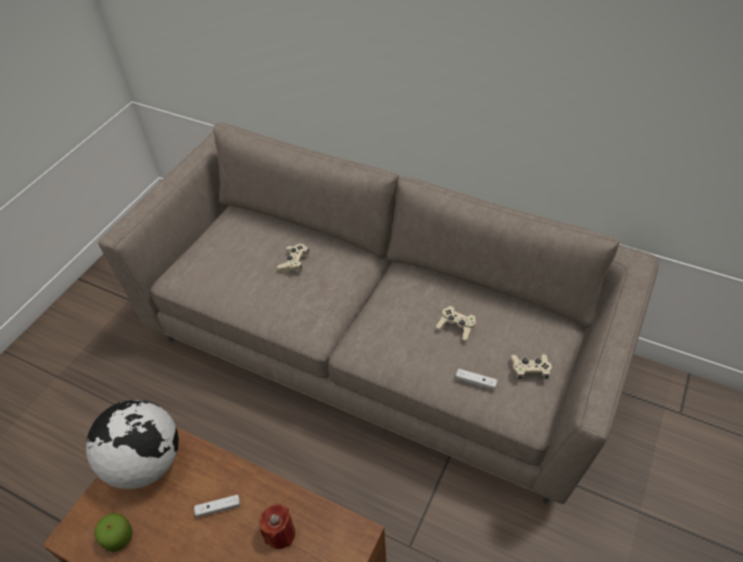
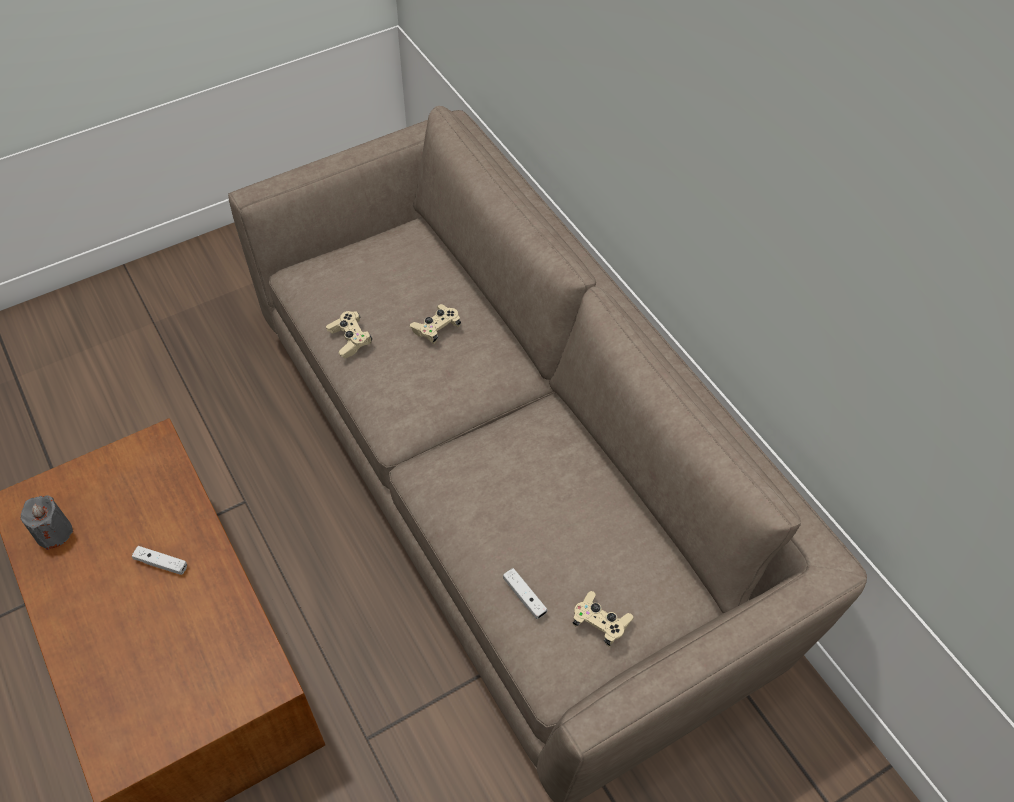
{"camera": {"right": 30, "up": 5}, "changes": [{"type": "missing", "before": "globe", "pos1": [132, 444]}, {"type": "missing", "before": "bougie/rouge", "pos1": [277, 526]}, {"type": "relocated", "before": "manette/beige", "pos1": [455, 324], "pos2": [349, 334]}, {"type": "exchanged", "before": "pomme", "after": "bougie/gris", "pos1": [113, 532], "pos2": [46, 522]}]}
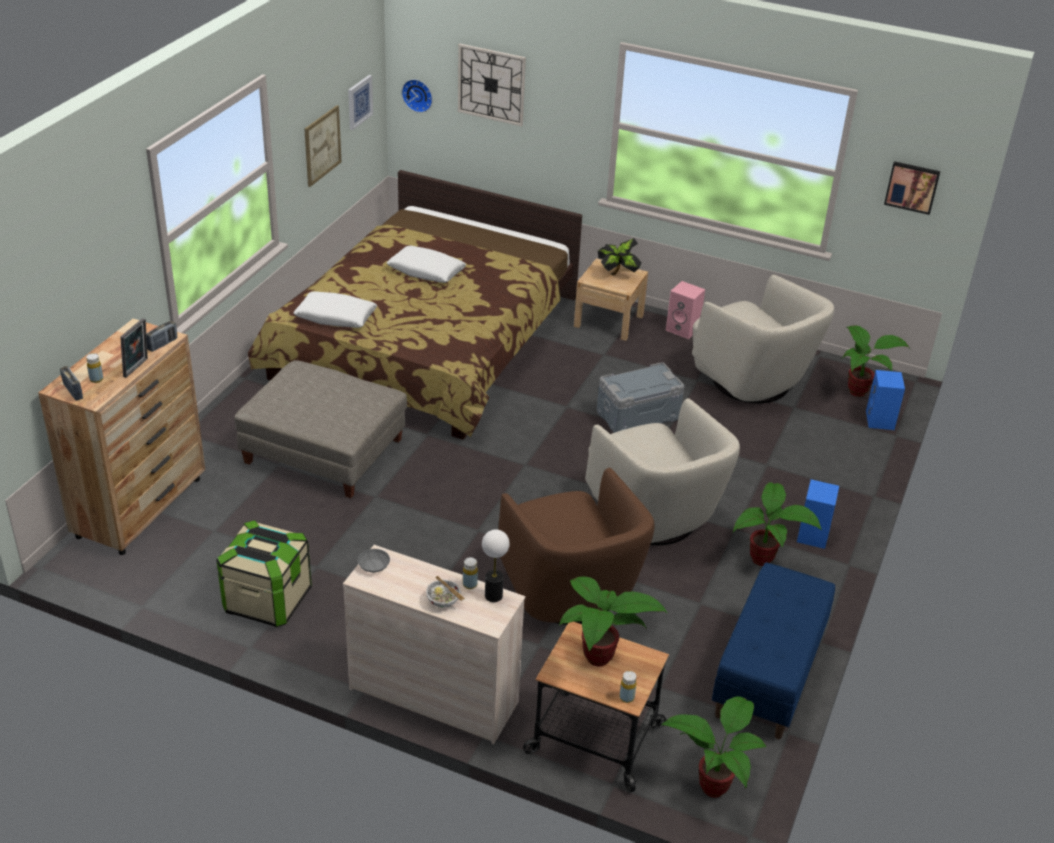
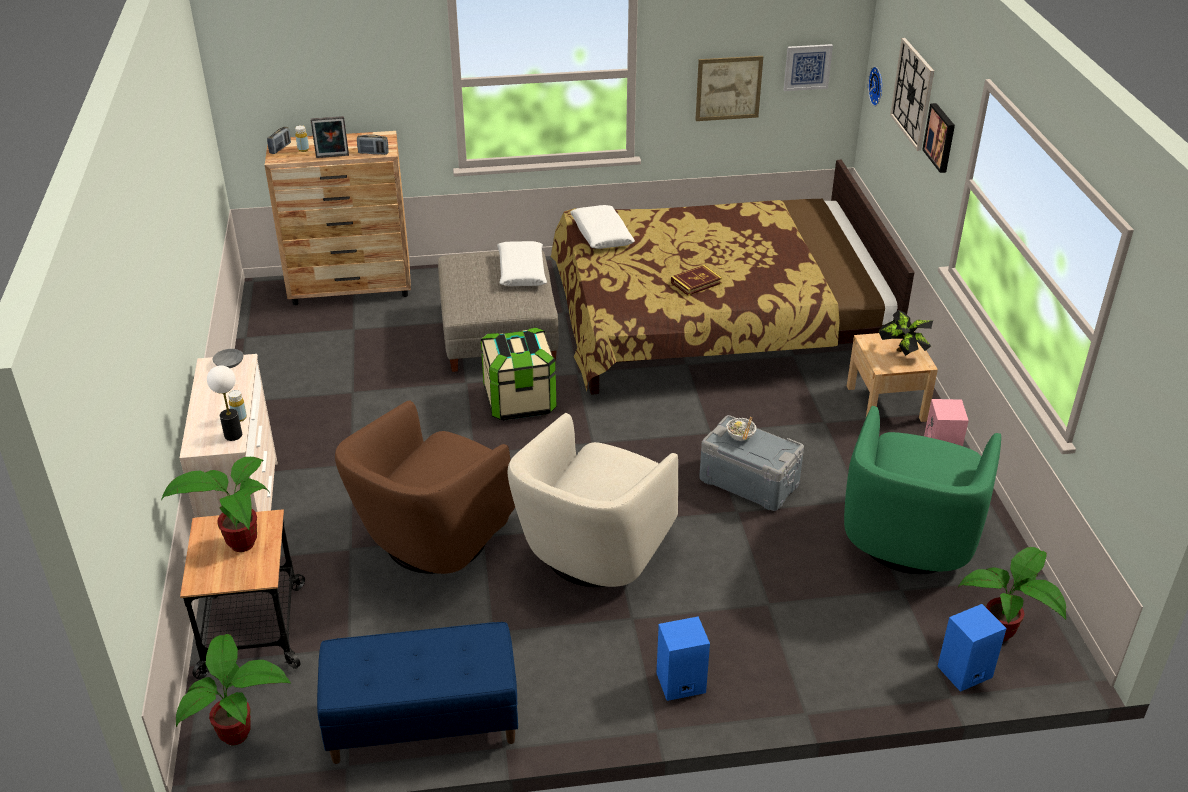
{"camera": {"right": 60, "up": 0}, "changes": [{"type": "missing", "before": "bouteille/jaune", "pos1": [628, 687]}, {"type": "missing", "before": "plante en pot", "pos1": [777, 524]}, {"type": "appeared", "after": "livre", "pos2": [696, 280]}, {"type": "relocated", "before": "boîte de rangement", "pos1": [264, 573], "pos2": [518, 373]}, {"type": "relocated", "before": "coussin/blanc", "pos1": [426, 264], "pos2": [522, 263]}, {"type": "relocated", "before": "bol", "pos1": [445, 592], "pos2": [741, 429]}, {"type": "relocated", "before": "tableau", "pos1": [912, 188], "pos2": [938, 138]}, {"type": "colour", "before": "fauteuil/beige", "after": "fauteuil/vert", "pos1": [763, 339], "pos2": [922, 490]}]}
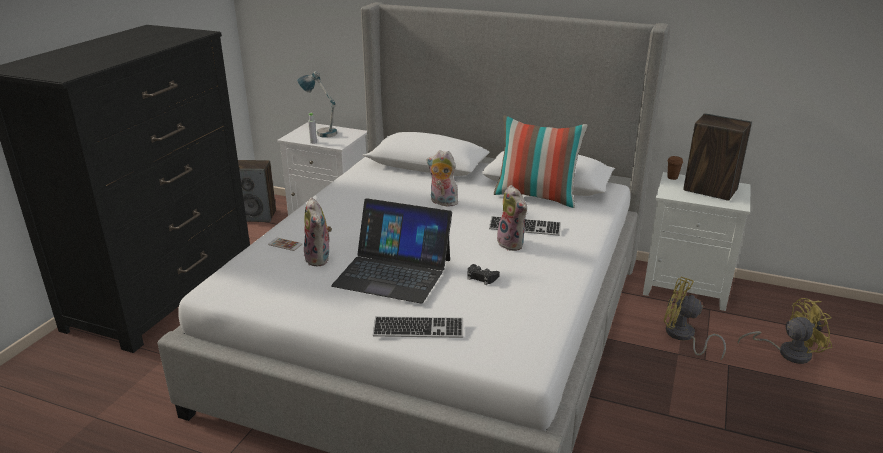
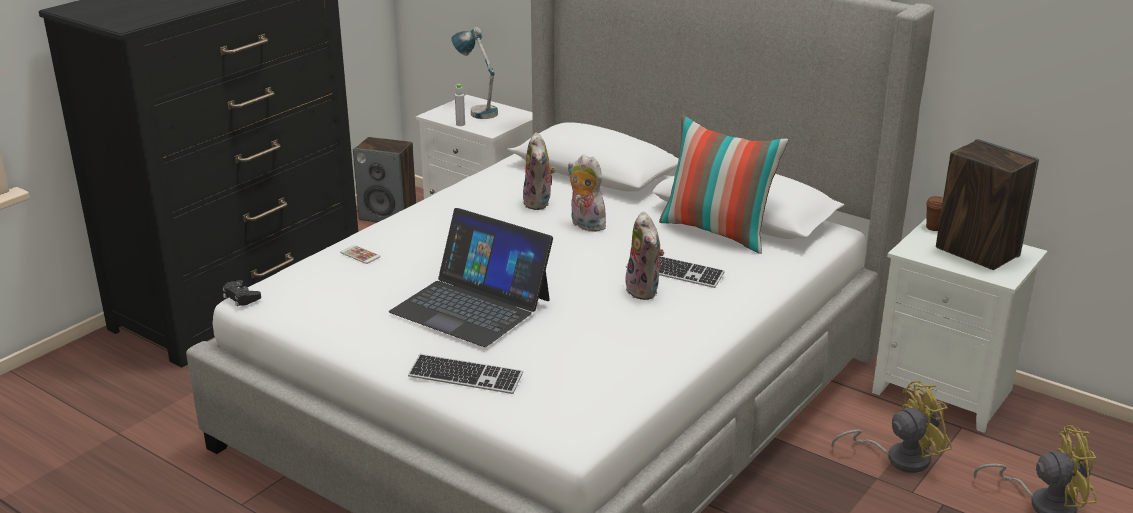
{"camera": {"right": 15, "up": 0}, "changes": [{"type": "relocated", "before": "peluche", "pos1": [318, 232], "pos2": [539, 171]}, {"type": "relocated", "before": "manette/noir", "pos1": [483, 274], "pos2": [242, 293]}, {"type": "spun", "before": "ventilateur/jaune", "pos1": [695, 319], "pos2": [891, 427], "turn": 120}]}
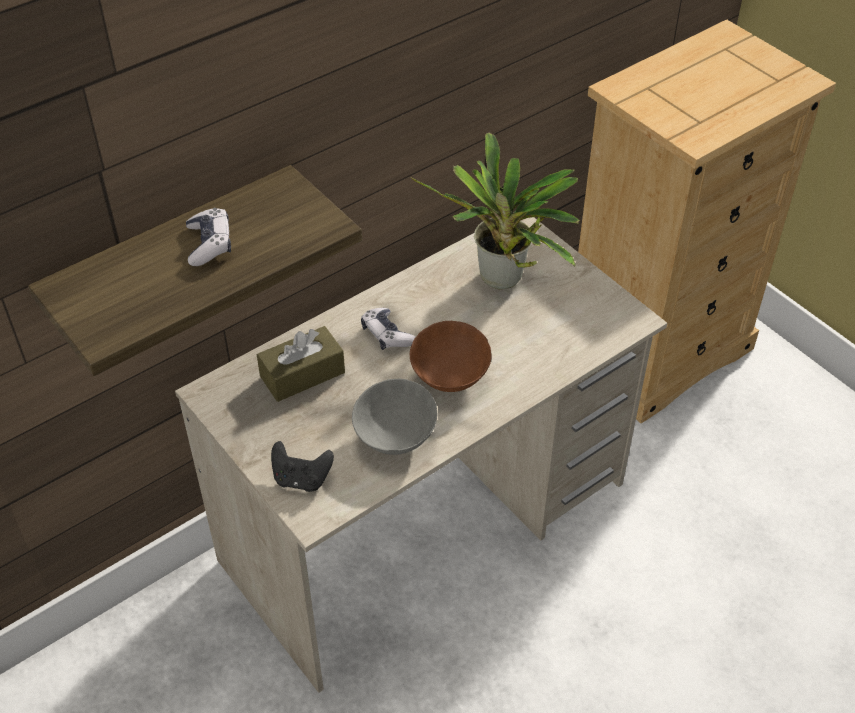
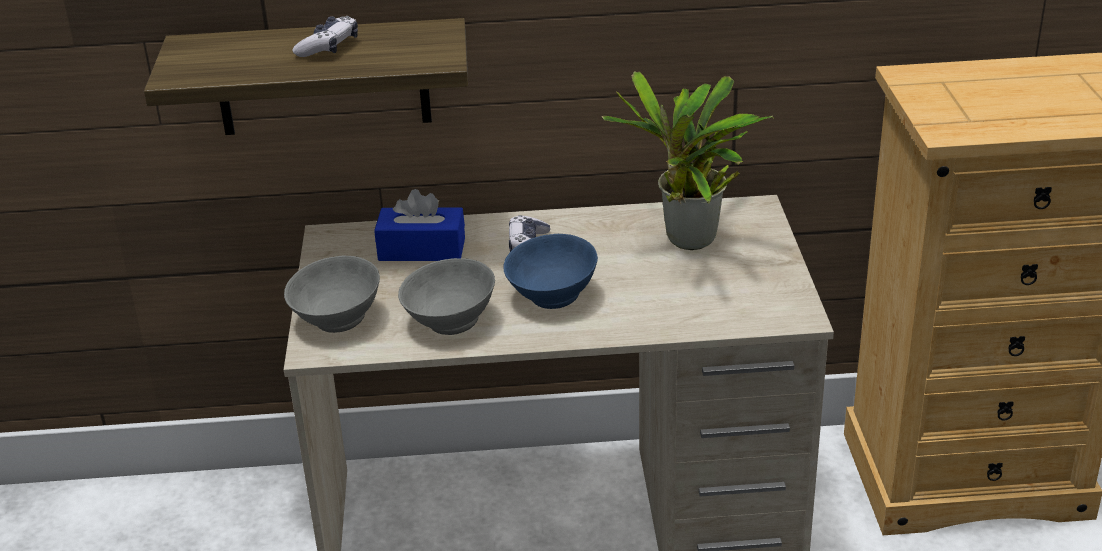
{"camera": {"right": 35, "up": -15}, "changes": [{"type": "exchanged", "before": "manette/noir", "after": "bol/gris", "pos1": [302, 466], "pos2": [332, 294]}, {"type": "colour", "before": "boîte à mouchoirs/marron", "after": "boîte à mouchoirs/bleu", "pos1": [301, 364], "pos2": [419, 225]}, {"type": "colour", "before": "bol/marron", "after": "bol/bleu", "pos1": [450, 356], "pos2": [551, 271]}]}
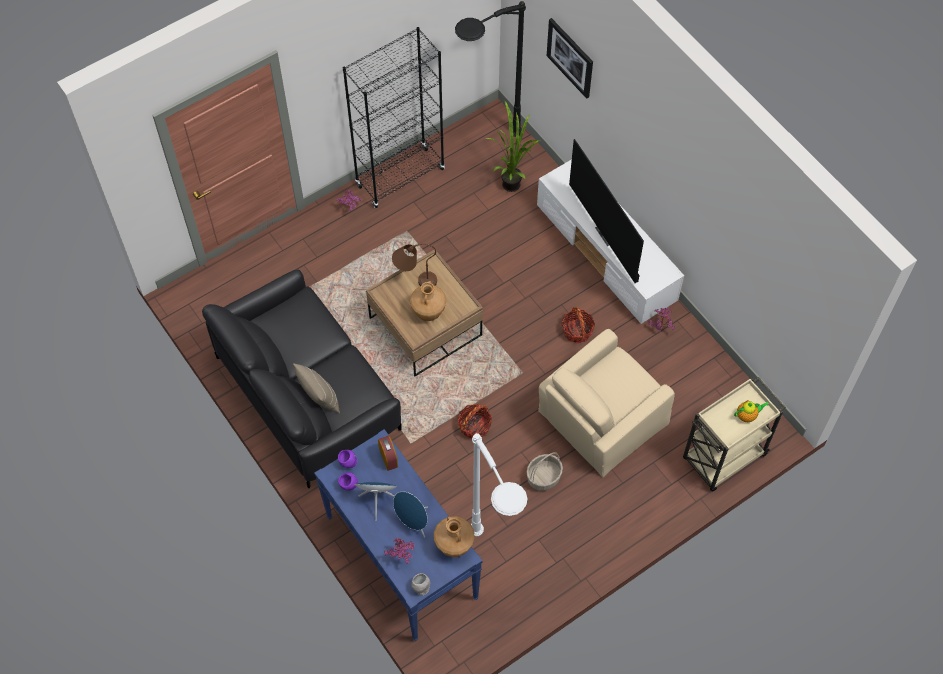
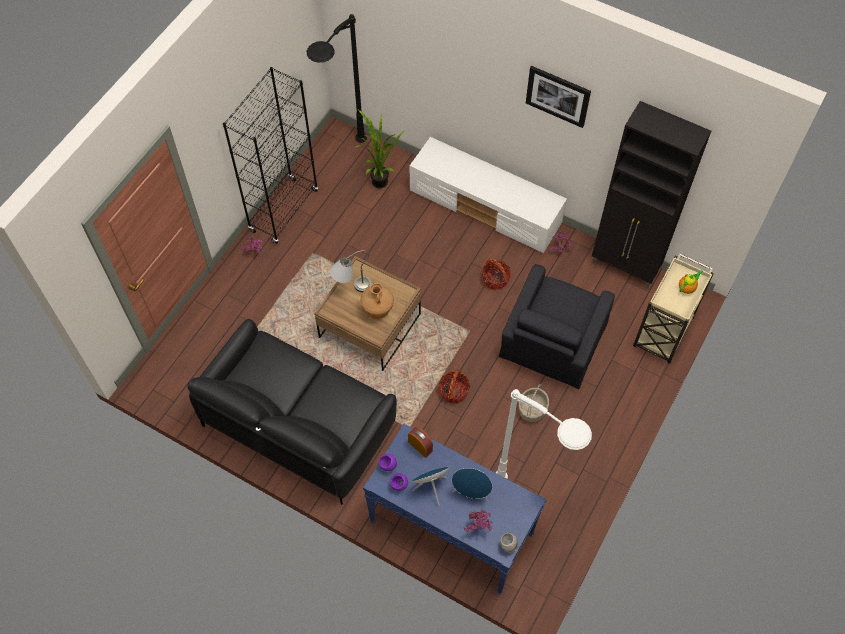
{"camera": {"right": -25, "up": 0}, "changes": [{"type": "missing", "before": "coussin/beige", "pos1": [316, 388]}, {"type": "missing", "before": "vase/marron", "pos1": [454, 536]}, {"type": "missing", "before": "téléviseur", "pos1": [606, 211]}, {"type": "appeared", "after": "meuble de rangement/noir", "pos2": [651, 195]}, {"type": "relocated", "before": "tableau", "pos1": [570, 58], "pos2": [558, 97]}, {"type": "colour", "before": "lampe de table/marron", "after": "lampe de table/gris", "pos1": [414, 265], "pos2": [351, 271]}, {"type": "colour", "before": "fauteuil/beige", "after": "fauteuil/noir", "pos1": [606, 403], "pos2": [557, 326]}]}
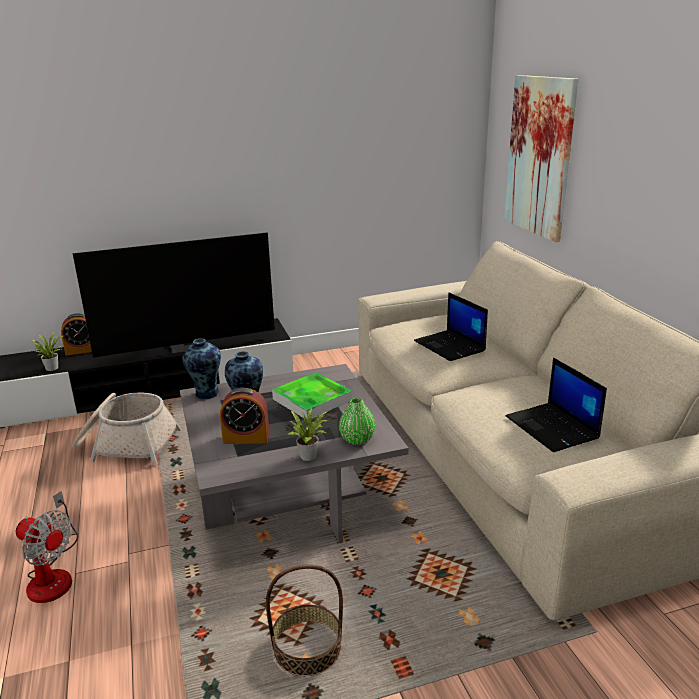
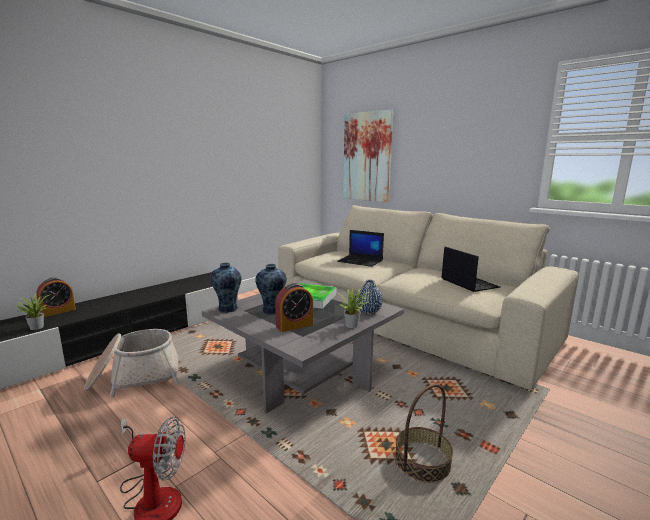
{"camera": {"right": -30, "up": -10}, "changes": [{"type": "missing", "before": "téléviseur", "pos1": [174, 295]}, {"type": "colour", "before": "vase/vert", "after": "vase/bleu", "pos1": [357, 421], "pos2": [370, 297]}, {"type": "spun", "before": "ordinateur portable", "pos1": [556, 404], "pos2": [470, 269], "turn": -150}]}
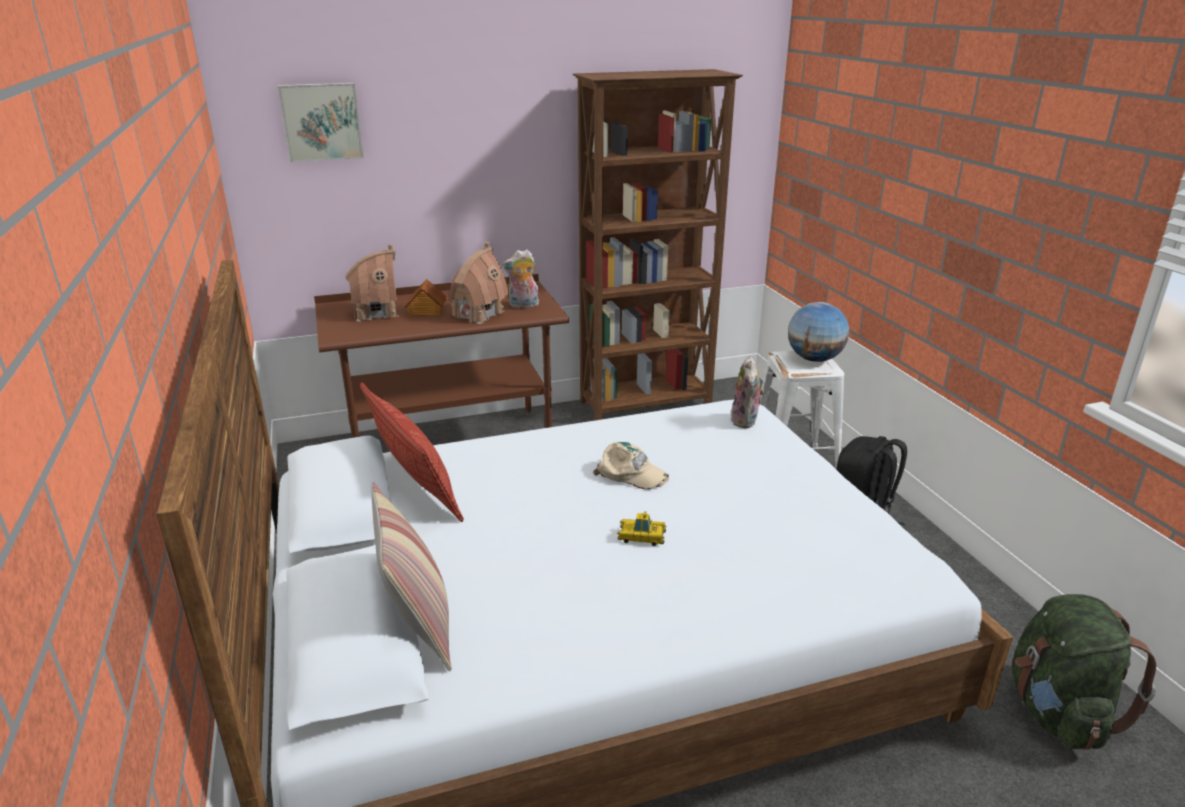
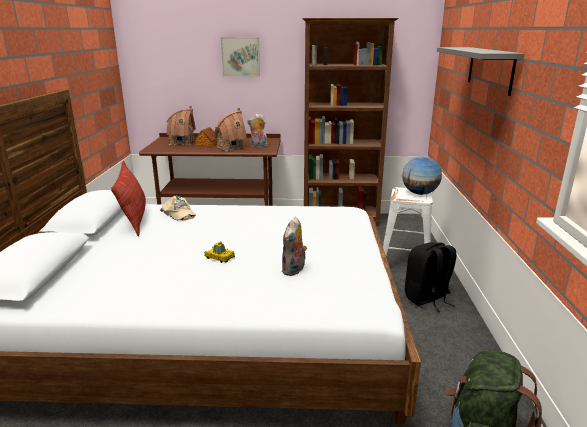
{"camera": {"right": 20, "up": -5}, "changes": [{"type": "missing", "before": "coussin", "pos1": [411, 576]}, {"type": "appeared", "after": "étagère/gris", "pos2": [480, 71]}, {"type": "relocated", "before": "tableau", "pos1": [321, 122], "pos2": [240, 57]}, {"type": "relocated", "before": "casquette/beige", "pos1": [631, 465], "pos2": [178, 208]}, {"type": "relocated", "before": "peluche", "pos1": [747, 392], "pos2": [294, 246]}]}
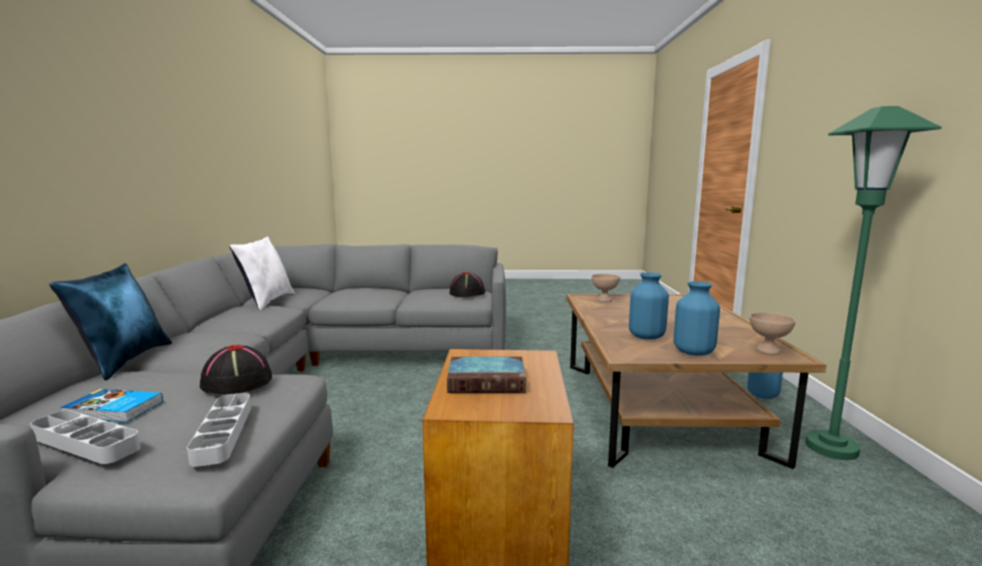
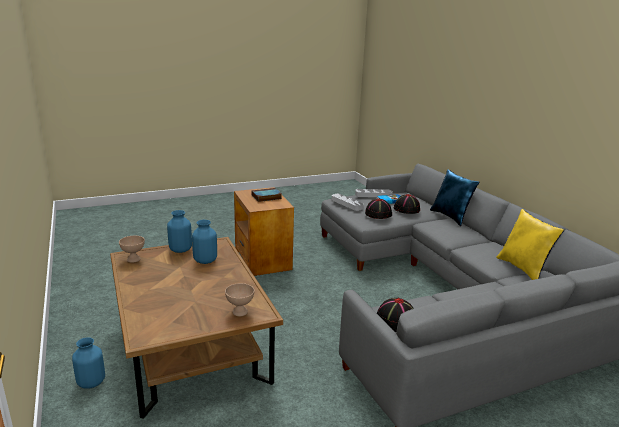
{"camera": {"right": 155, "up": 10}, "changes": [{"type": "missing", "before": "lampadaire/vert", "pos1": [873, 283]}, {"type": "appeared", "after": "chapeau/noir", "pos2": [407, 204]}, {"type": "colour", "before": "coussin/blanc", "after": "coussin/jaune", "pos1": [262, 273], "pos2": [530, 244]}]}
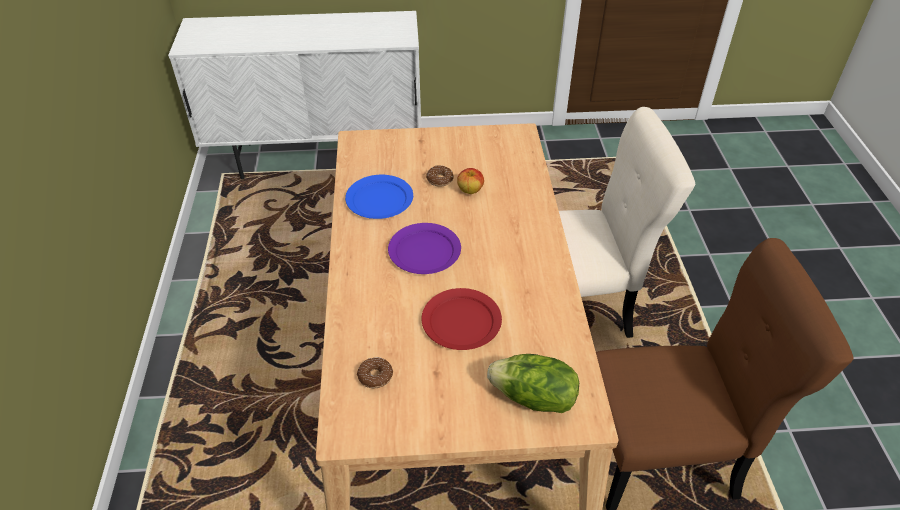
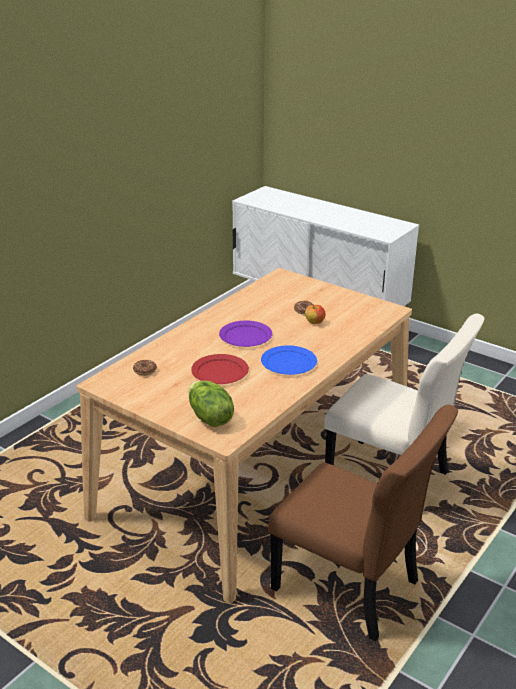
{"camera": {"right": 40, "up": -15}, "changes": [{"type": "relocated", "before": "assiette/bleu", "pos1": [379, 197], "pos2": [289, 360]}]}
